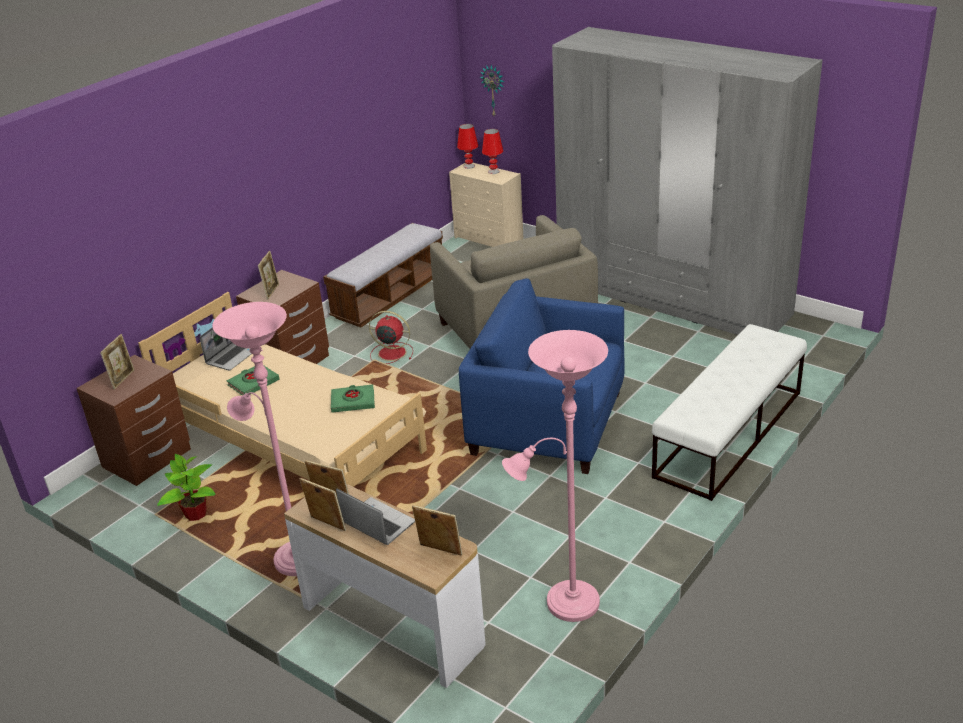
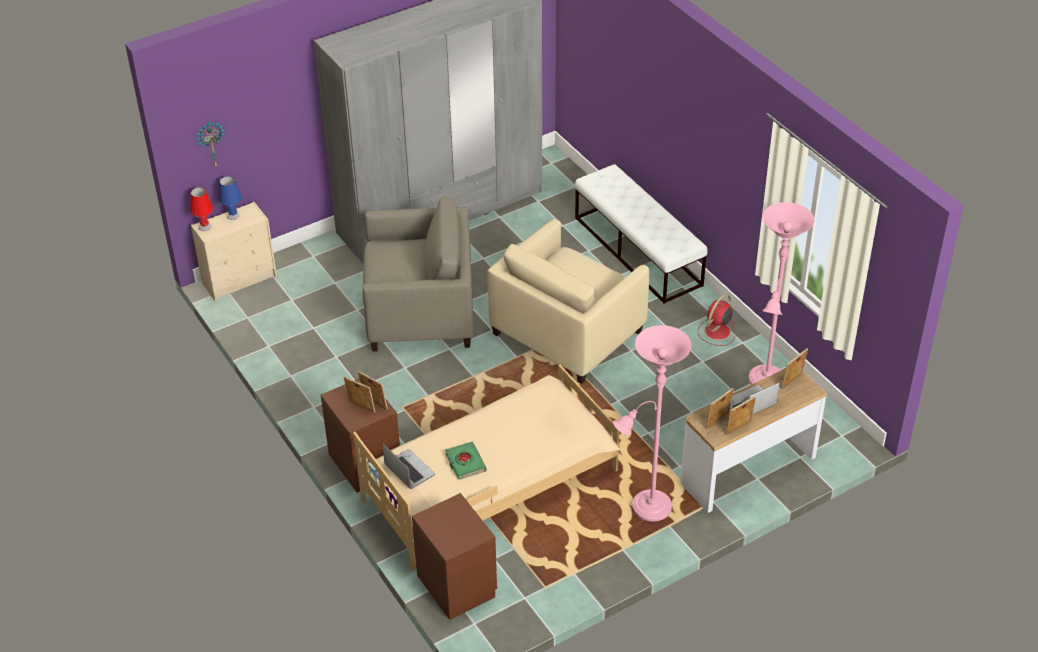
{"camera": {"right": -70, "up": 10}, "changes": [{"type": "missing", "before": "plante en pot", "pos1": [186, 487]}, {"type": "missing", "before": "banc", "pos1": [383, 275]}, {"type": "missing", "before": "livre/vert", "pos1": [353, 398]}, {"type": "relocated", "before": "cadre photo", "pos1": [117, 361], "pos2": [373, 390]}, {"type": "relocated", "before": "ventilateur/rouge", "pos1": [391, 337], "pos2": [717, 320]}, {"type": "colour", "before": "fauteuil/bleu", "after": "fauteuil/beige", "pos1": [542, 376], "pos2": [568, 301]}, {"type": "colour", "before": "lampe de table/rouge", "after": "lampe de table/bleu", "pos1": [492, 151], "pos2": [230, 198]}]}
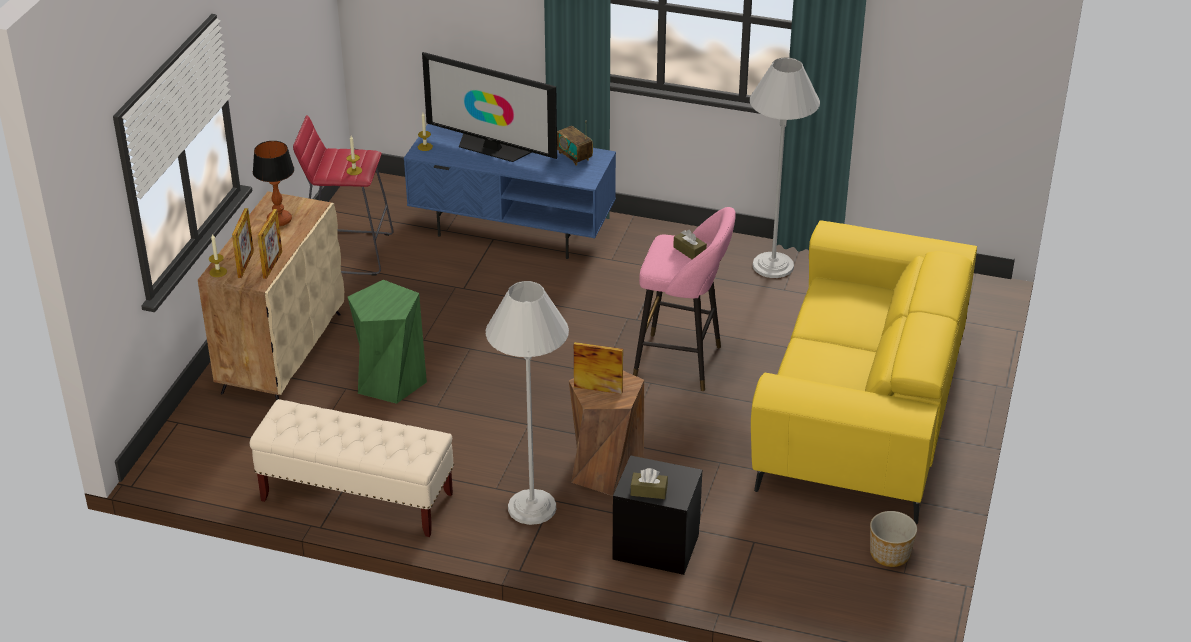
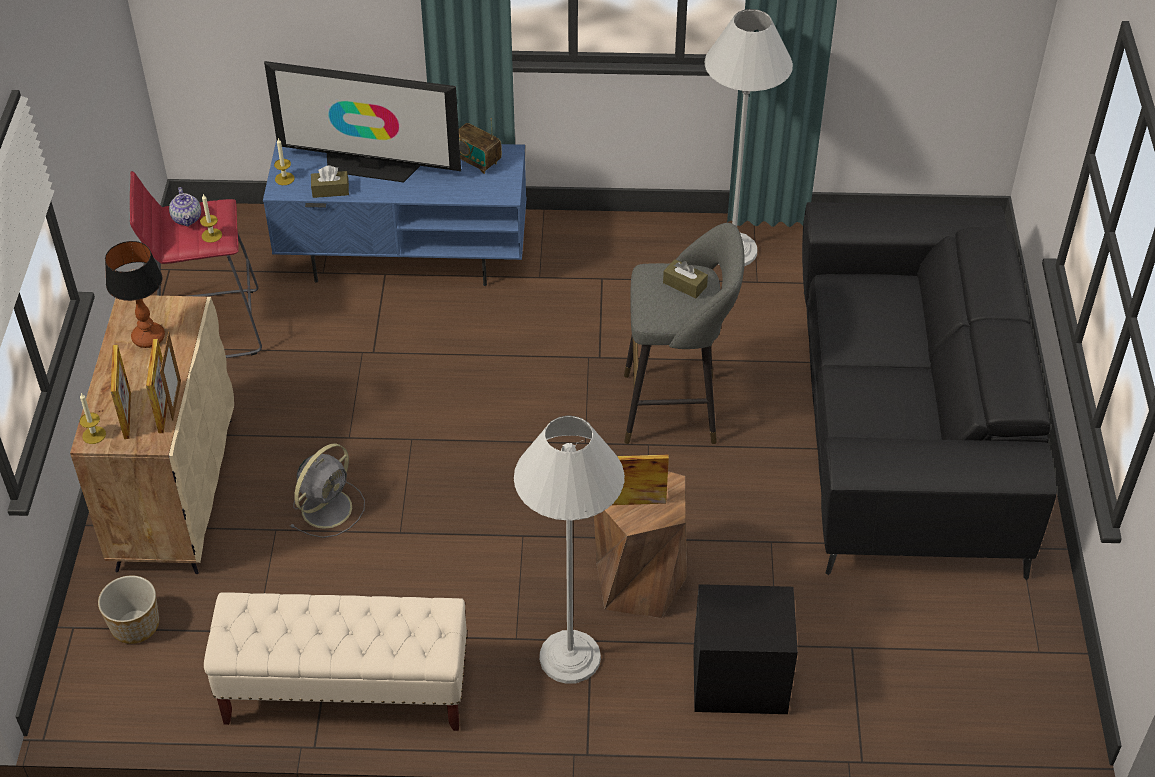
{"camera": {"right": -15, "up": 10}, "changes": [{"type": "appeared", "after": "cadre photo", "pos2": [170, 376]}, {"type": "appeared", "after": "théière", "pos2": [185, 207]}, {"type": "relocated", "before": "boîte à mouchoirs/marron", "pos1": [649, 483], "pos2": [330, 182]}, {"type": "relocated", "before": "cache-pot", "pos1": [893, 539], "pos2": [128, 609]}, {"type": "exchanged", "before": "tabouret/vert", "after": "ventilateur/gris", "pos1": [387, 342], "pos2": [327, 491]}, {"type": "colour", "before": "tabouret/rose", "after": "tabouret/gris", "pos1": [684, 299], "pos2": [684, 333]}, {"type": "colour", "before": "canapé/jaune", "after": "canapé/noir", "pos1": [864, 372], "pos2": [929, 391]}]}
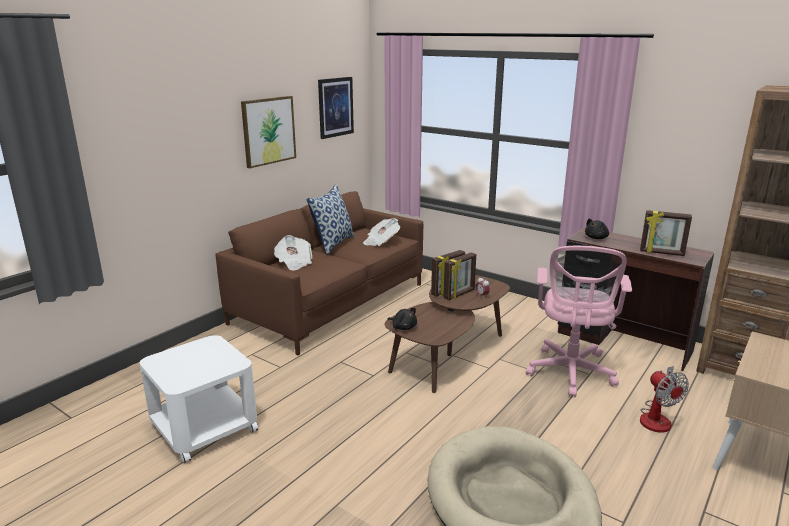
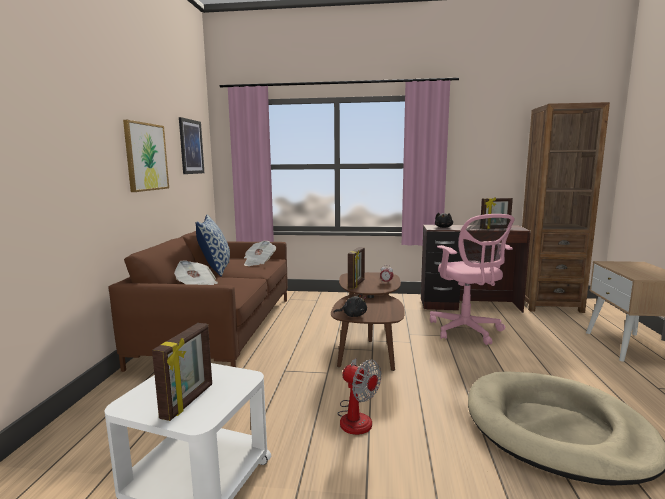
{"camera": {"right": -30, "up": -10}, "changes": [{"type": "relocated", "before": "cadre photo", "pos1": [460, 276], "pos2": [182, 372]}, {"type": "relocated", "before": "ventilateur", "pos1": [664, 399], "pos2": [359, 396]}]}
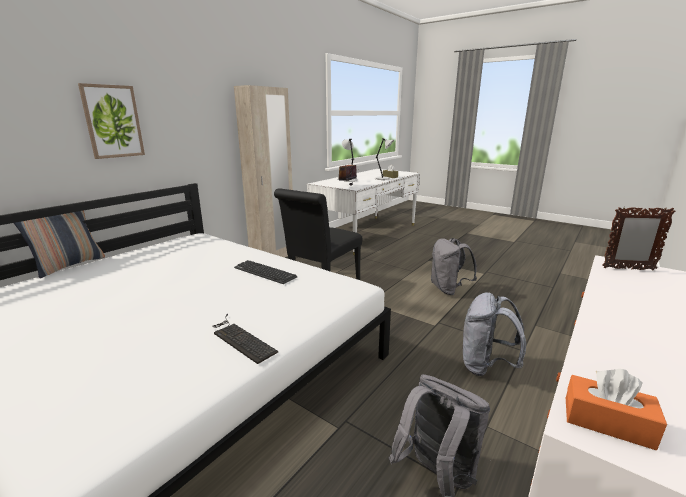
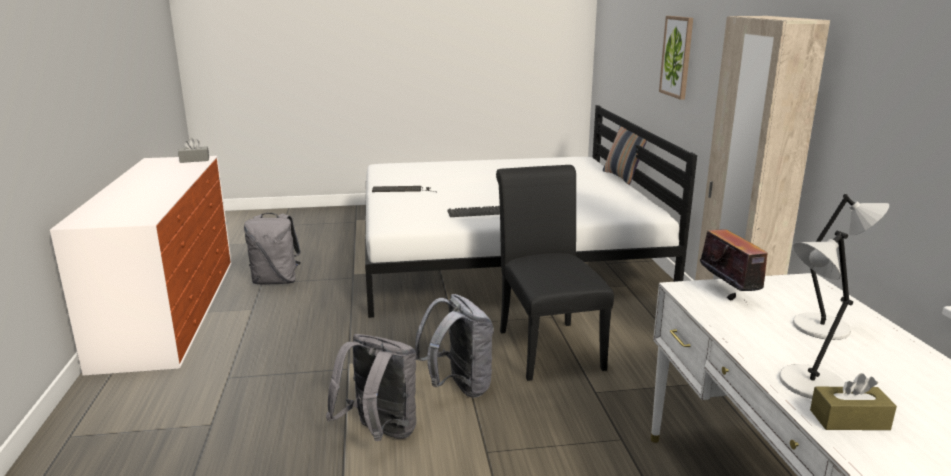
{"camera": {"right": 135, "up": 0}, "changes": [{"type": "missing", "before": "cadre photo", "pos1": [638, 239]}, {"type": "relocated", "before": "sac à dos/gris", "pos1": [494, 334], "pos2": [454, 346]}, {"type": "colour", "before": "boîte à mouchoirs/orange", "after": "boîte à mouchoirs/gris", "pos1": [616, 409], "pos2": [193, 150]}]}
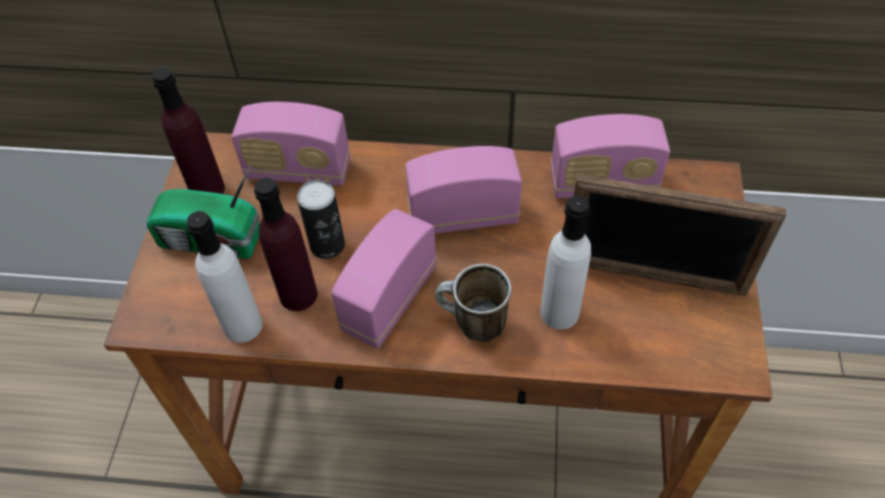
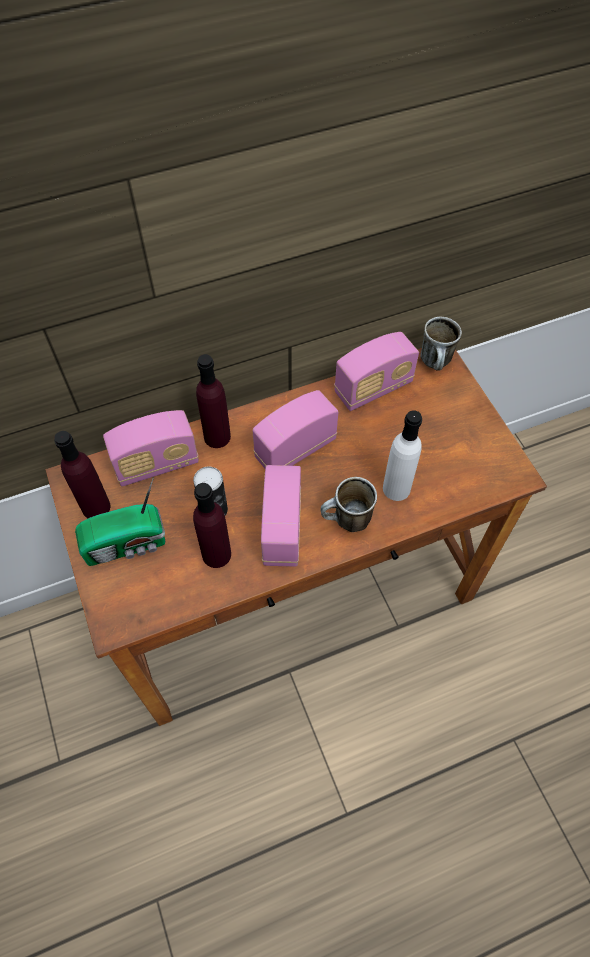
{"camera": {"right": -30, "up": 5}, "changes": [{"type": "missing", "before": "bouteille/blanc", "pos1": [225, 277]}, {"type": "missing", "before": "cadre photo", "pos1": [680, 235]}, {"type": "appeared", "after": "bouteille/violet", "pos2": [213, 401]}, {"type": "appeared", "after": "mug", "pos2": [441, 344]}]}
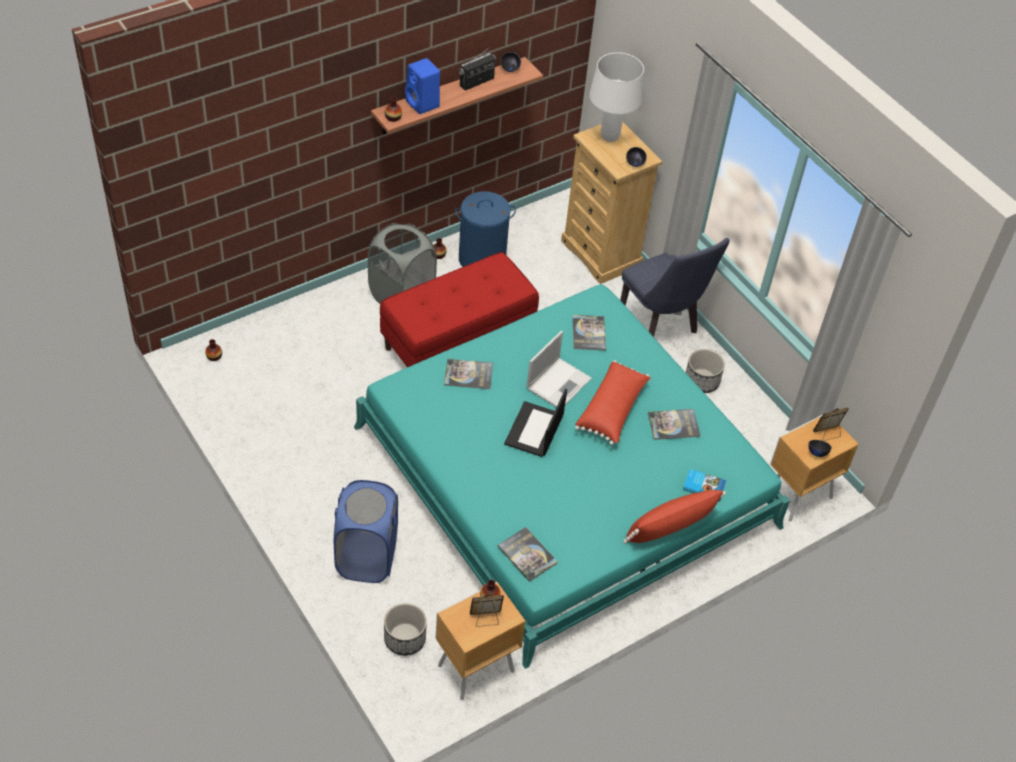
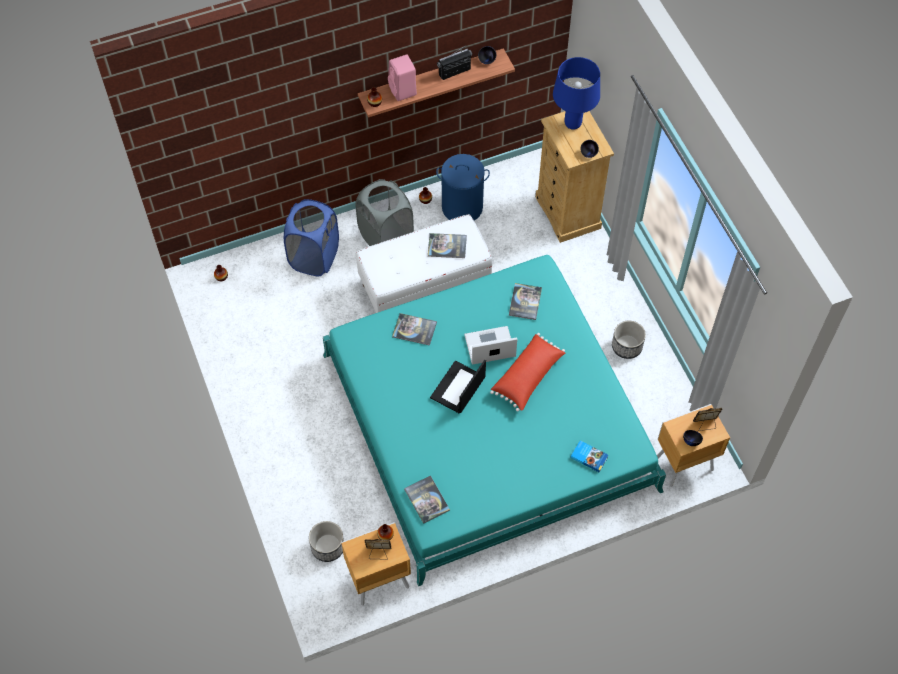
{"camera": {"right": 15, "up": 10}, "changes": [{"type": "missing", "before": "chaise/bleu", "pos1": [675, 287]}, {"type": "missing", "before": "coussin/rouge", "pos1": [674, 517]}, {"type": "relocated", "before": "panier à linge/bleu", "pos1": [366, 531], "pos2": [311, 238]}, {"type": "relocated", "before": "livre", "pos1": [674, 424], "pos2": [447, 245]}, {"type": "colour", "before": "banc/rouge", "after": "banc/blanc", "pos1": [459, 309], "pos2": [424, 263]}, {"type": "colour", "before": "enceinte/bleu", "after": "enceinte/rose", "pos1": [422, 86], "pos2": [402, 78]}, {"type": "colour", "before": "lampe de table/blanc", "after": "lampe de table/bleu", "pos1": [616, 97], "pos2": [576, 93]}, {"type": "spun", "before": "ordinateur portable", "pos1": [559, 369], "pos2": [490, 345], "turn": -150}]}
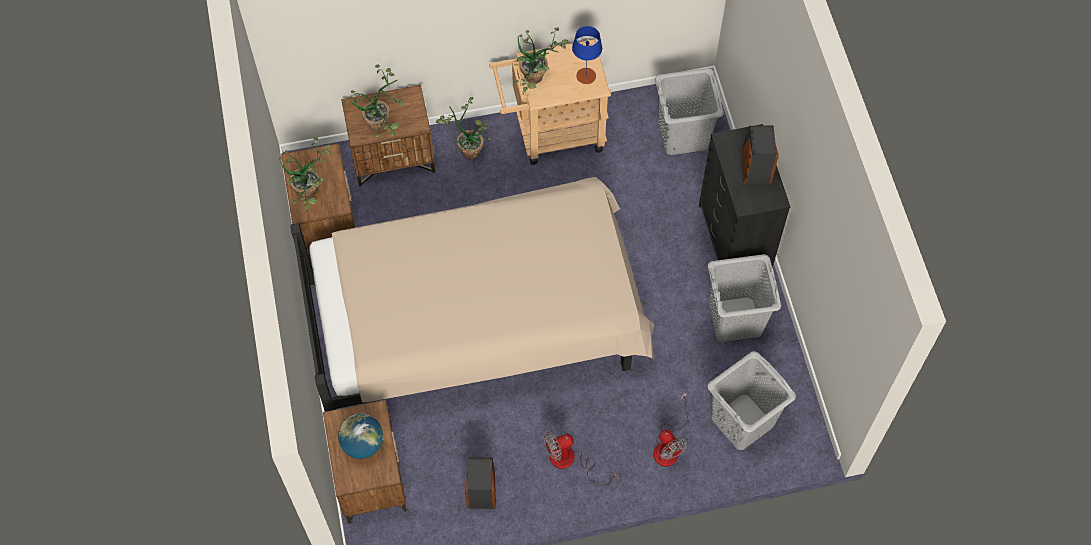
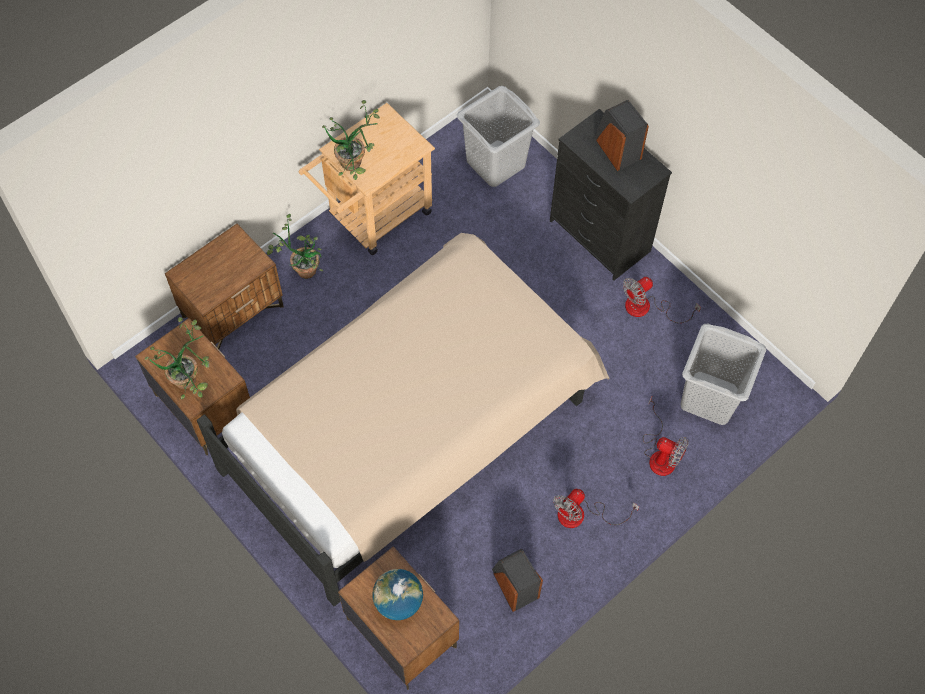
{"camera": {"right": -30, "up": 0}, "changes": [{"type": "missing", "before": "plante en pot", "pos1": [374, 101]}, {"type": "missing", "before": "lampe de table/bleu", "pos1": [587, 55]}, {"type": "exchanged", "before": "panier à linge/gris", "after": "ventilateur", "pos1": [744, 298], "pos2": [662, 300]}]}
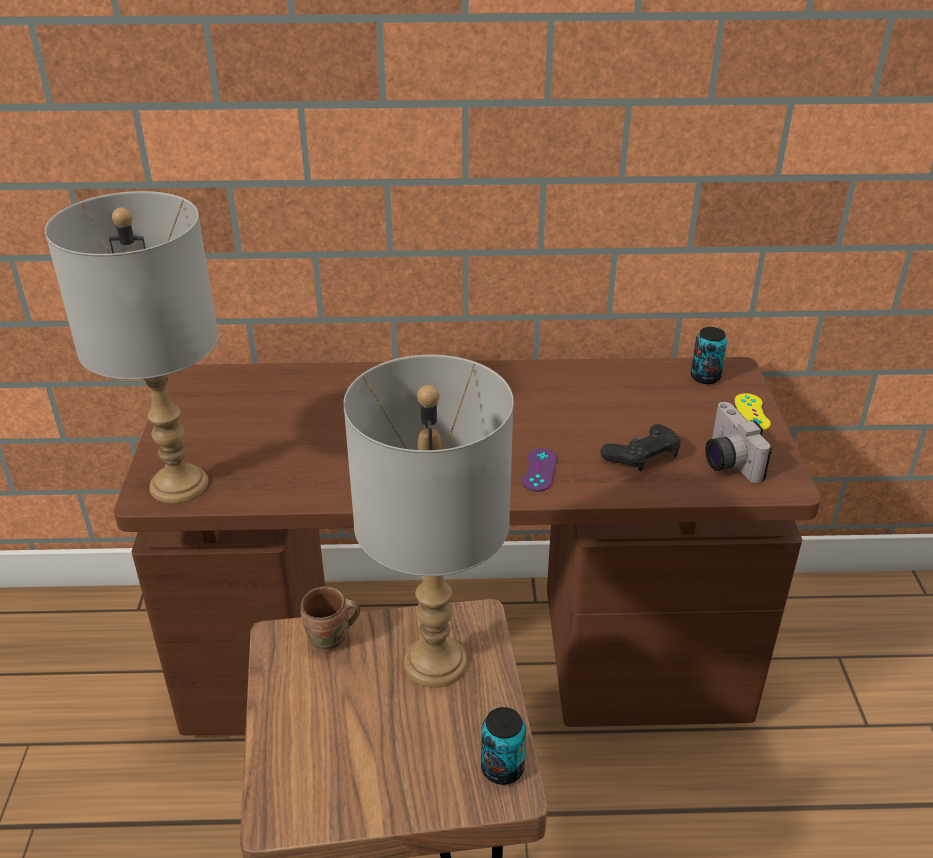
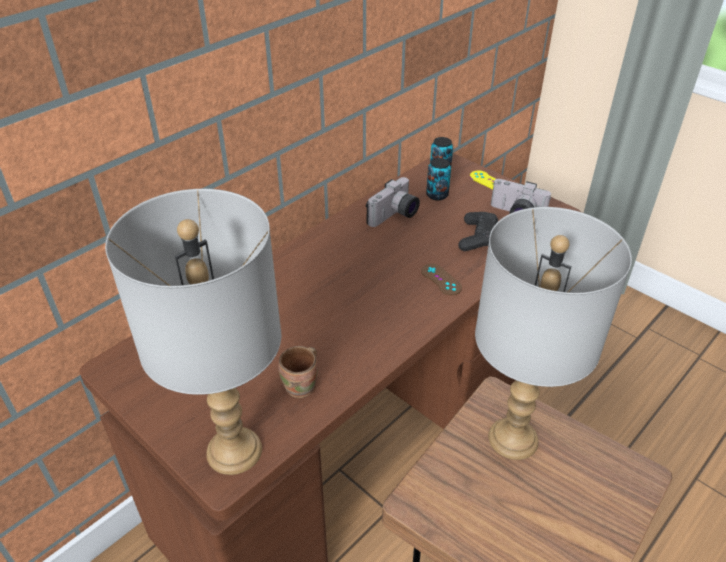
{"camera": {"right": -45, "up": 5}, "changes": [{"type": "appeared", "after": "appareil photo", "pos2": [393, 202]}, {"type": "relocated", "before": "mug/marron", "pos1": [330, 619], "pos2": [298, 372]}, {"type": "relocated", "before": "boîte métallique", "pos1": [503, 746], "pos2": [438, 179]}, {"type": "colour", "before": "manette/violet", "after": "manette/marron", "pos1": [539, 470], "pos2": [441, 279]}]}
